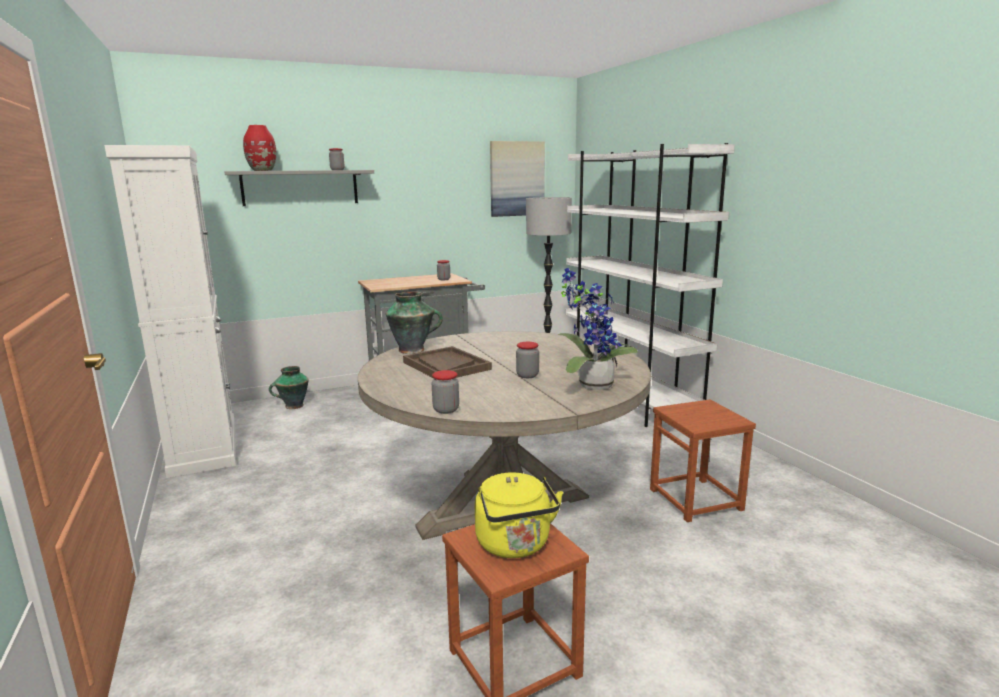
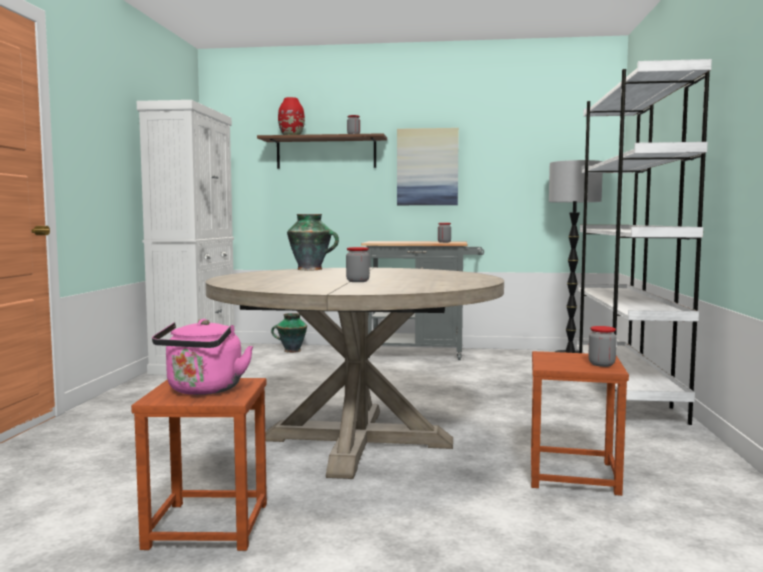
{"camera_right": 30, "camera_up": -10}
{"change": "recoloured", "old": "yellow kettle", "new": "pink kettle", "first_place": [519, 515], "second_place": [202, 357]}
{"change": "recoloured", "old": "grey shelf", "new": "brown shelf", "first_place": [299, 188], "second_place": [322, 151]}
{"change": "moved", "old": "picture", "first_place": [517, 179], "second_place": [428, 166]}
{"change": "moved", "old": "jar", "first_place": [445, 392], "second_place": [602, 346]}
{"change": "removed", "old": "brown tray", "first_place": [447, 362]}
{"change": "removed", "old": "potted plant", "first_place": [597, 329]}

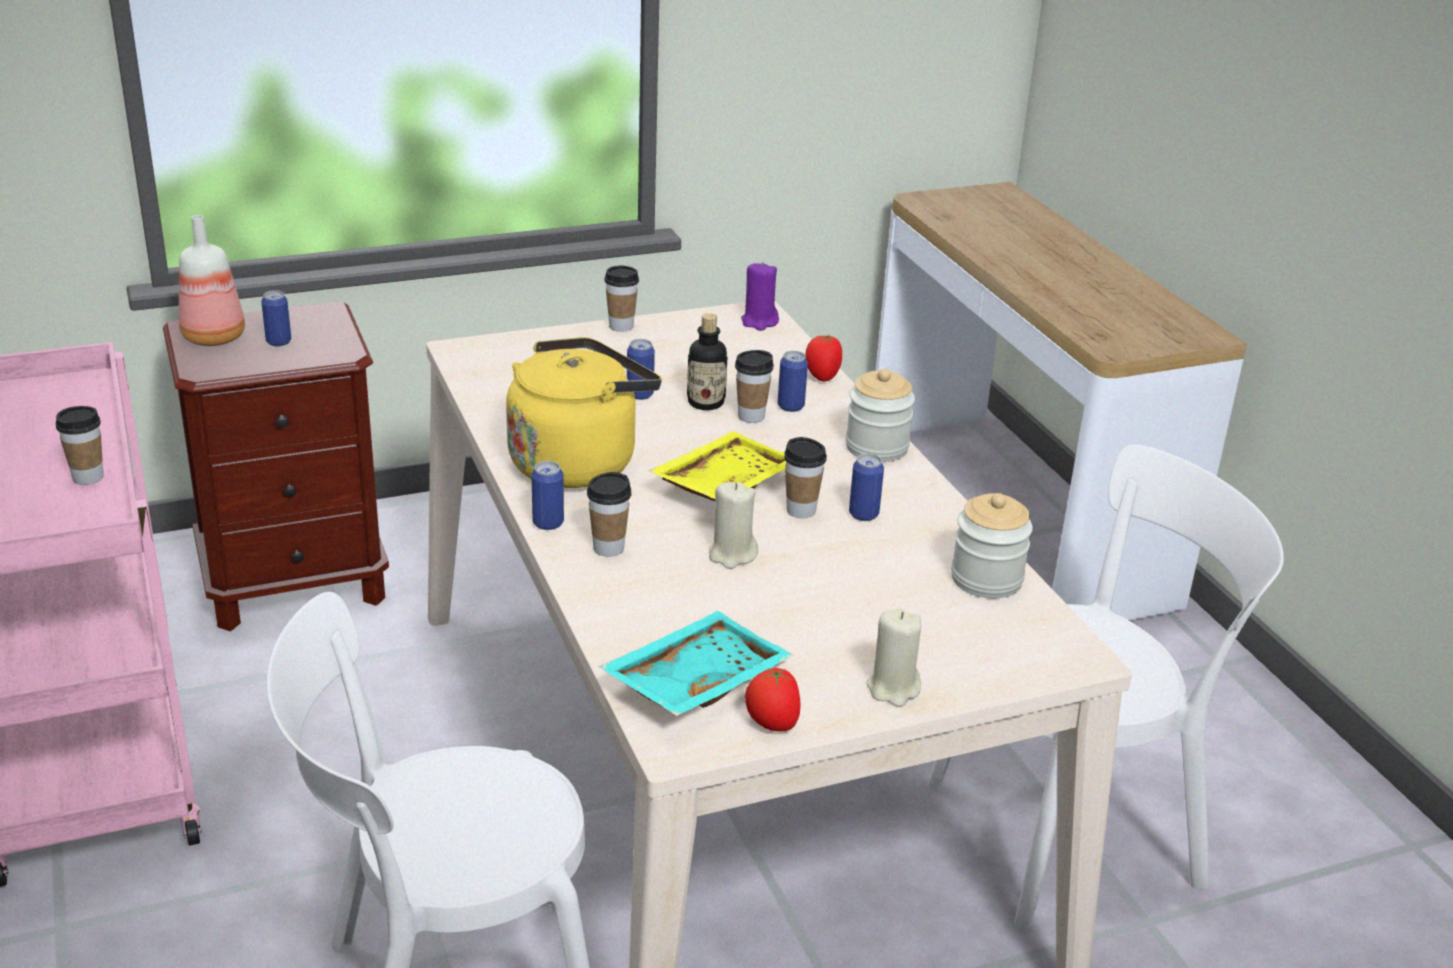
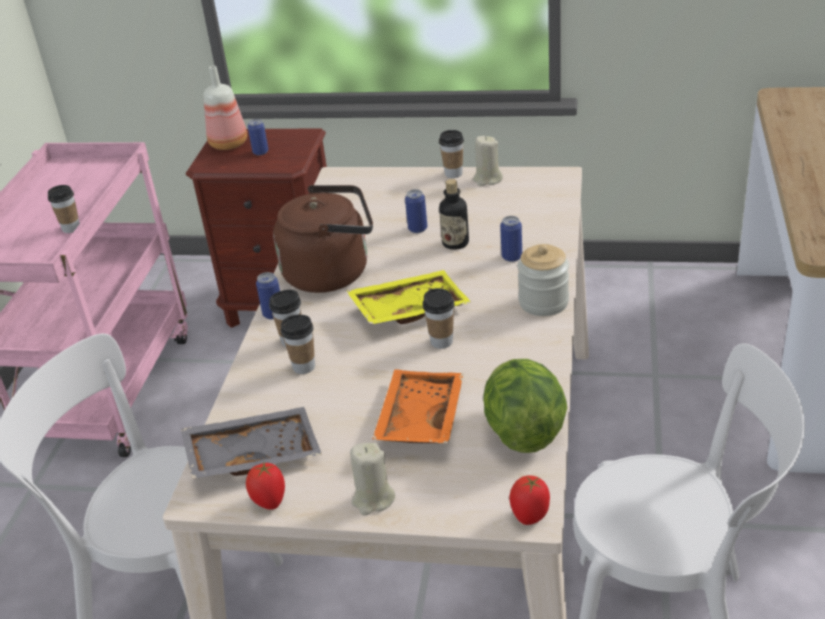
{"camera_right": 35, "camera_up": 5}
{"change": "recoloured", "old": "turquoise tray", "new": "grey tray", "first_place": [696, 663], "second_place": [251, 443]}
{"change": "recoloured", "old": "yellow kettle", "new": "brown kettle", "first_place": [583, 412], "second_place": [323, 239]}
{"change": "moved", "old": "cup", "first_place": [754, 386], "second_place": [298, 344]}
{"change": "added", "new": "orange tray", "second_place": [418, 406]}
{"change": "moved", "old": "beige candle", "first_place": [733, 525], "second_place": [488, 161]}
{"change": "replaced", "old": "jar", "new": "lettuce", "first_place": [992, 545], "second_place": [525, 406]}
{"change": "moved", "old": "tomato", "first_place": [823, 358], "second_place": [529, 500]}
{"change": "removed", "old": "purple candle", "first_place": [760, 296]}
{"change": "removed", "old": "can", "first_place": [866, 487]}

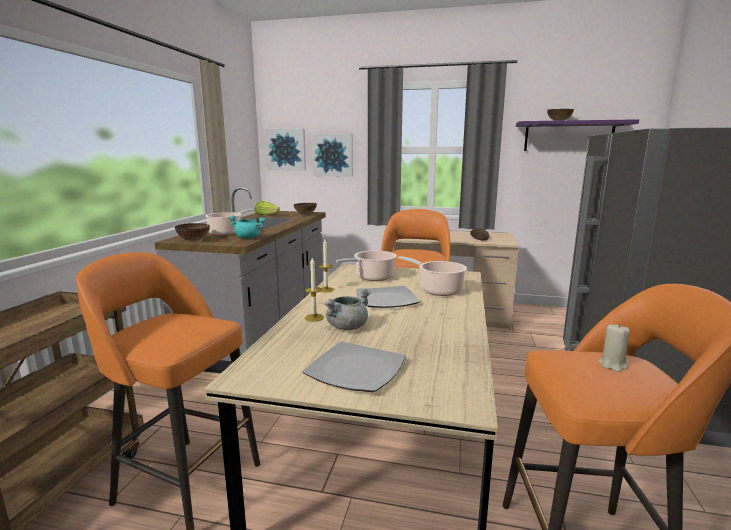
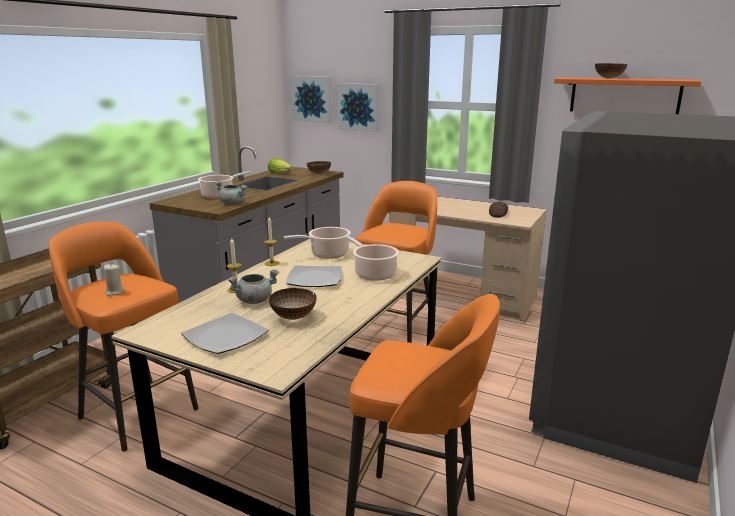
{"camera_right": 15, "camera_up": 5}
{"change": "moved", "old": "beige candle", "first_place": [614, 347], "second_place": [114, 280]}
{"change": "recoloured", "old": "turquoise cooking pot", "new": "grey cooking pot", "first_place": [247, 227], "second_place": [231, 192]}
{"change": "moved", "old": "bowl", "first_place": [192, 232], "second_place": [292, 304]}
{"change": "recoloured", "old": "purple shelf", "new": "orange shelf", "first_place": [577, 135], "second_place": [627, 96]}

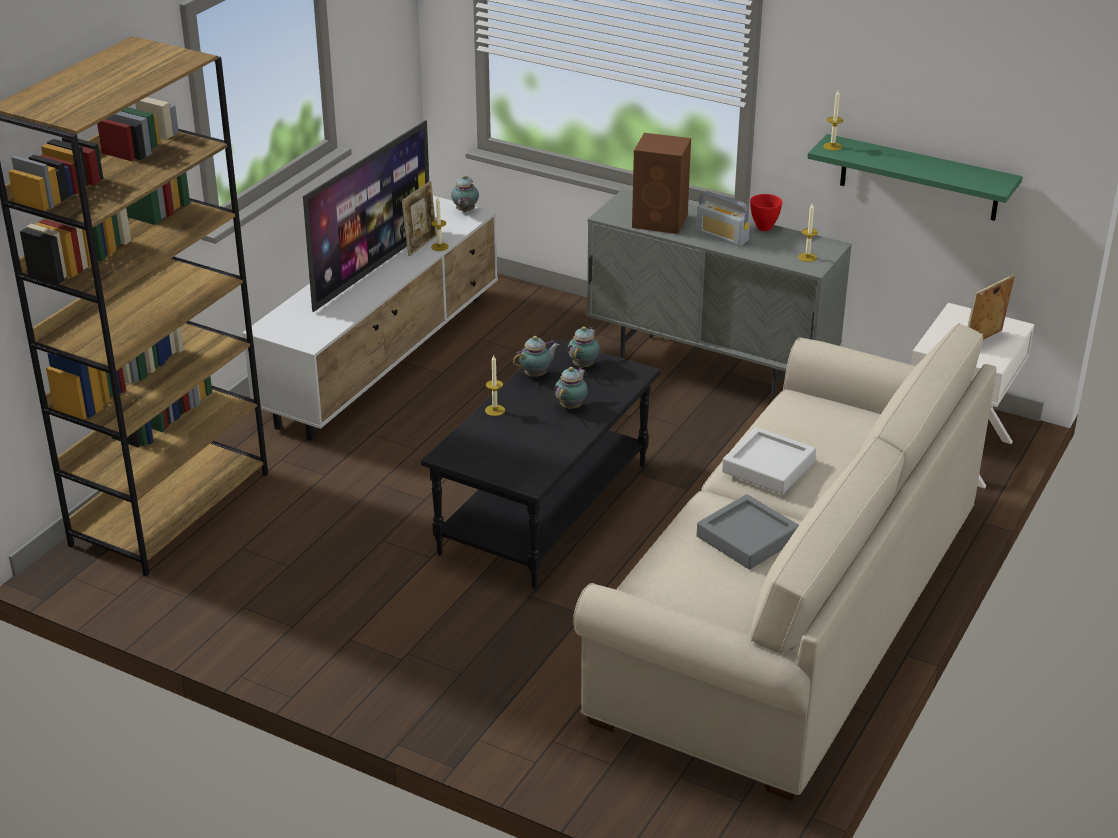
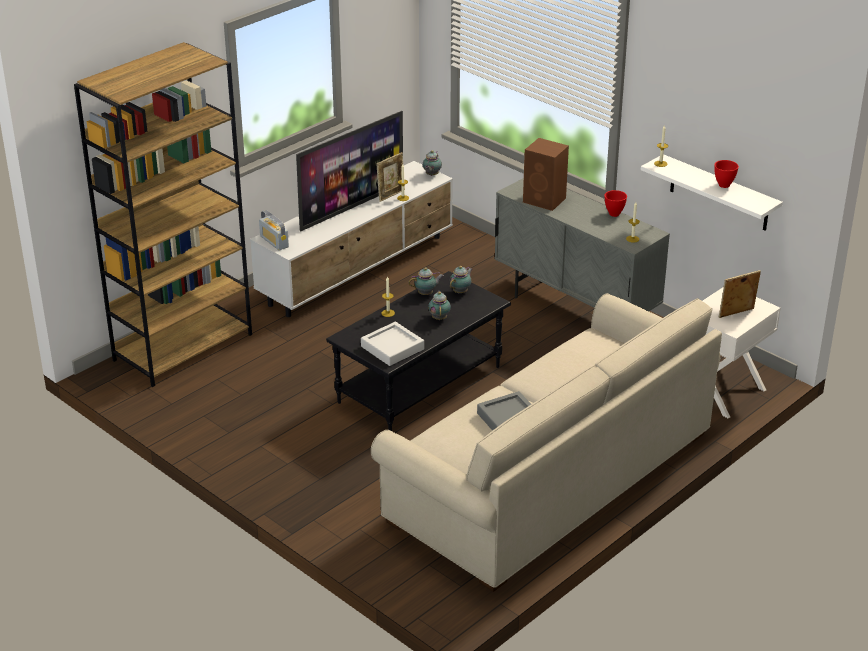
{"camera_right": 15, "camera_up": 0}
{"change": "moved", "old": "radio", "first_place": [723, 218], "second_place": [274, 230]}
{"change": "moved", "old": "grey tray", "first_place": [769, 460], "second_place": [392, 344]}
{"change": "turned", "old": "teapot", "first_place": [571, 388], "second_place": [439, 305], "degrees": -45}
{"change": "recoloured", "old": "green shelf", "new": "white shelf", "first_place": [914, 177], "second_place": [712, 192]}
{"change": "added", "new": "red bowl", "second_place": [726, 174]}

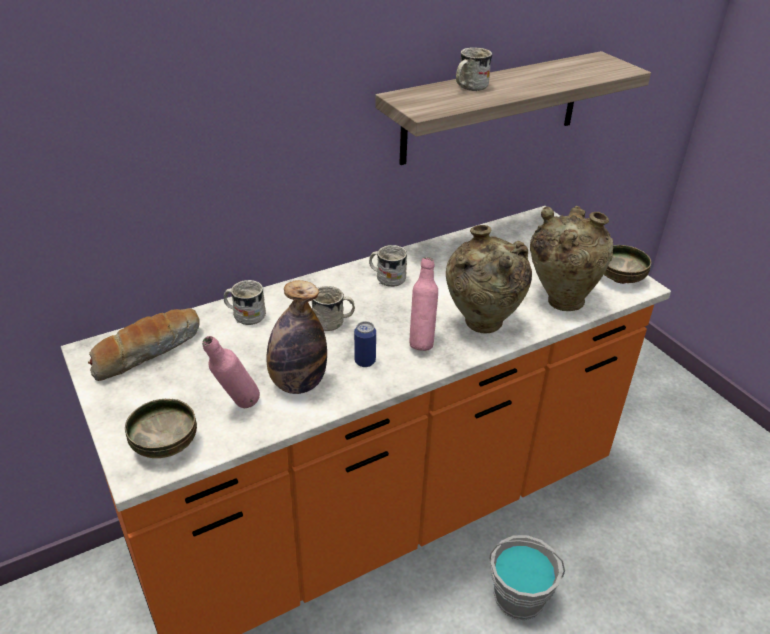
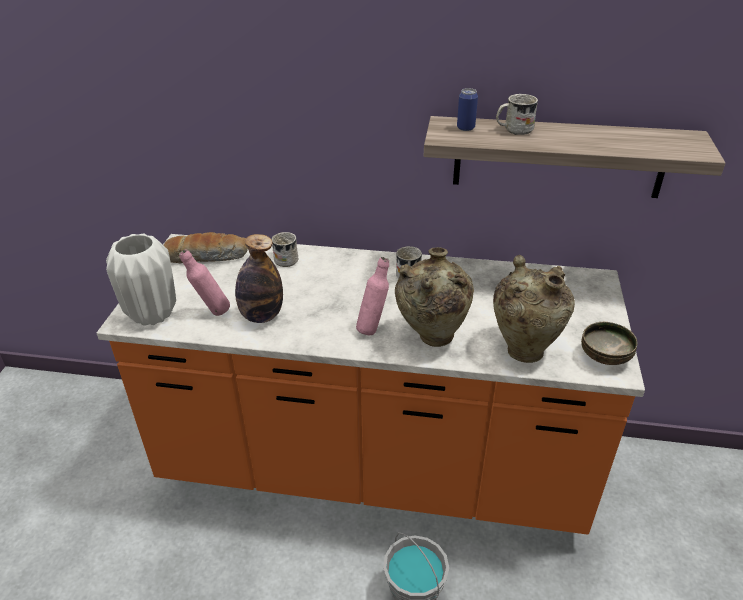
{"camera_right": 40, "camera_up": 0}
{"change": "replaced", "old": "bowl", "new": "white vase", "first_place": [161, 428], "second_place": [141, 280]}
{"change": "moved", "old": "can", "first_place": [365, 344], "second_place": [467, 109]}
{"change": "removed", "old": "white mug", "first_place": [333, 308]}

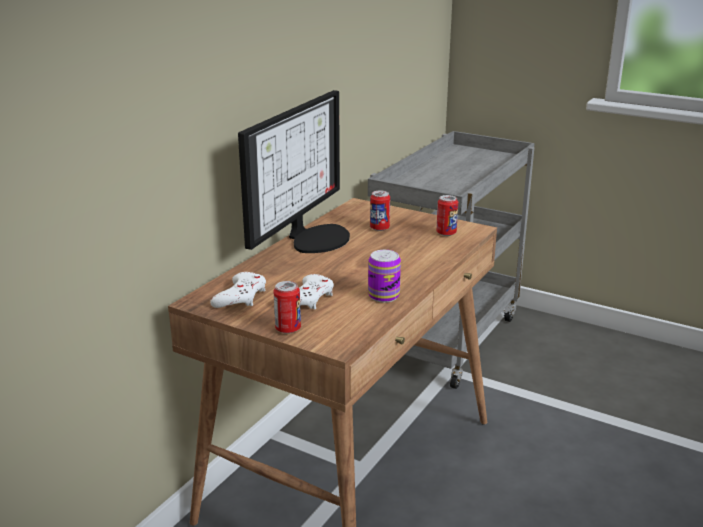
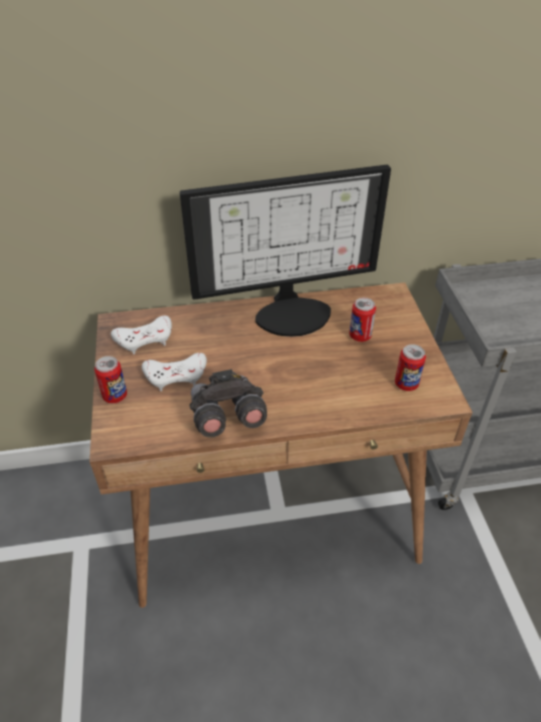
{"camera_right": 50, "camera_up": 20}
{"change": "replaced", "old": "can", "new": "grey binoculars", "first_place": [384, 276], "second_place": [228, 403]}

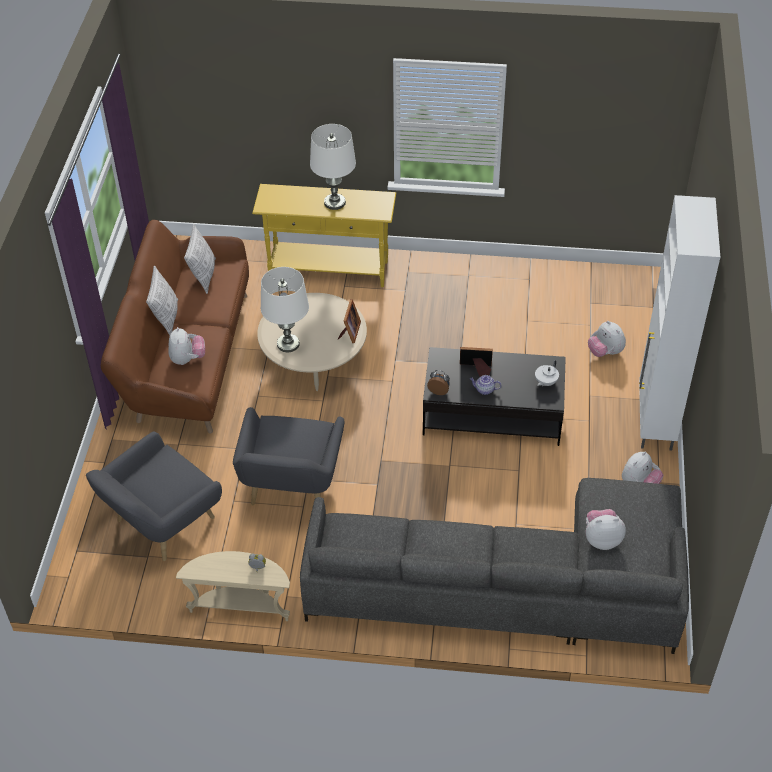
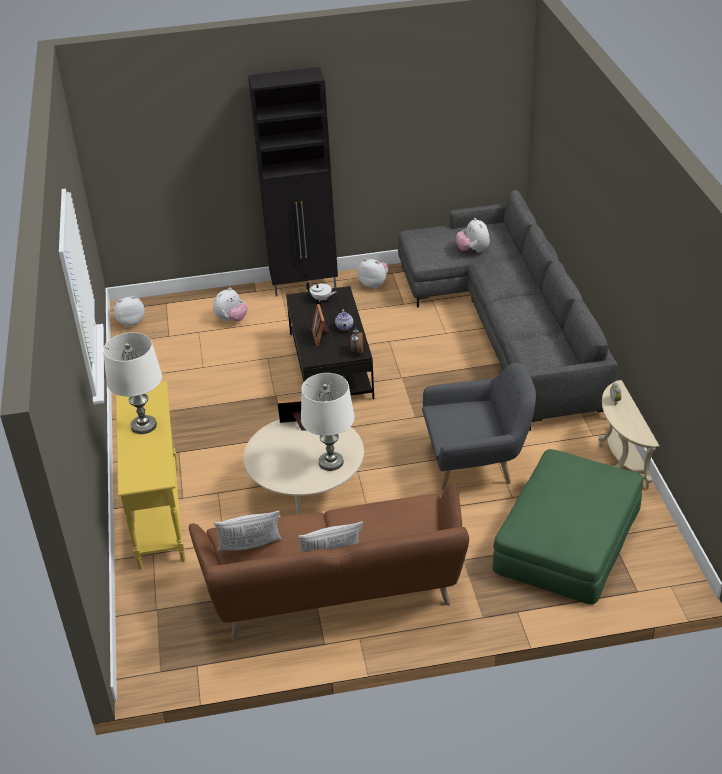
{"camera_right": -105, "camera_up": -10}
{"change": "moved", "old": "plush toy", "first_place": [186, 346], "second_place": [129, 311]}
{"change": "recoloured", "old": "white cabinet", "new": "black cabinet", "first_place": [679, 323], "second_place": [293, 181]}
{"change": "replaced", "old": "grey armchair", "new": "green ottoman", "first_place": [154, 496], "second_place": [568, 526]}

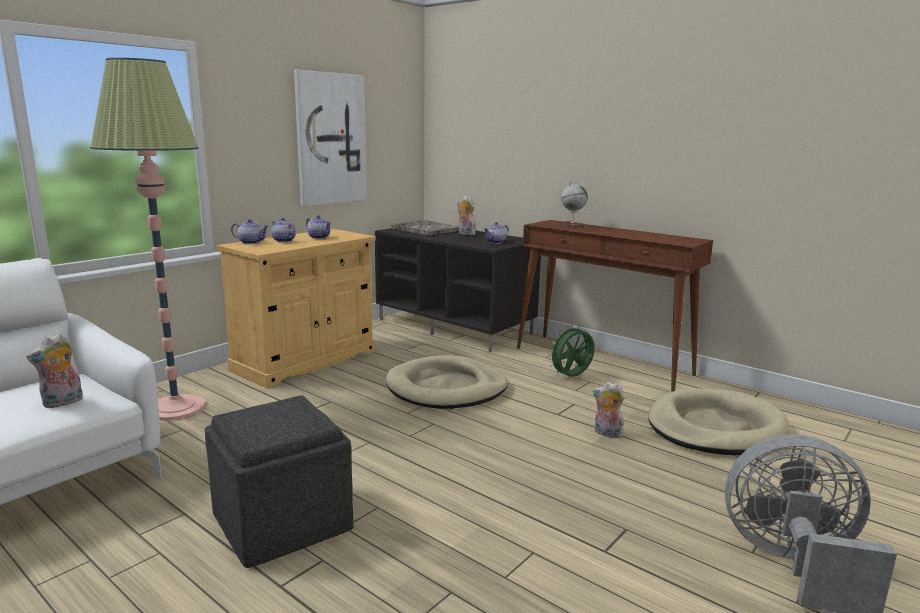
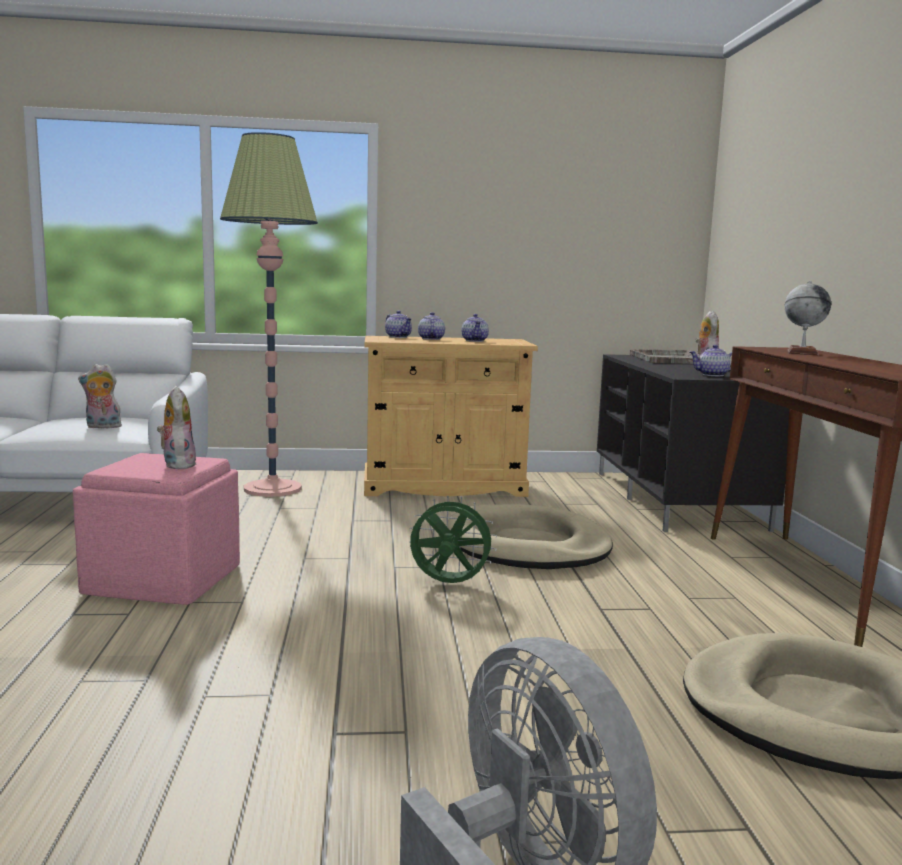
{"camera_right": 45, "camera_up": -5}
{"change": "recoloured", "old": "grey ottoman", "new": "pink ottoman", "first_place": [279, 481], "second_place": [156, 529]}
{"change": "moved", "old": "plush toy", "first_place": [609, 410], "second_place": [176, 427]}
{"change": "moved", "old": "green fan", "first_place": [571, 350], "second_place": [453, 539]}
{"change": "removed", "old": "picture", "first_place": [330, 138]}

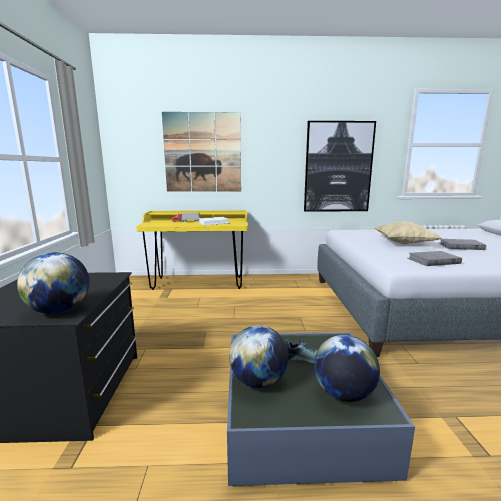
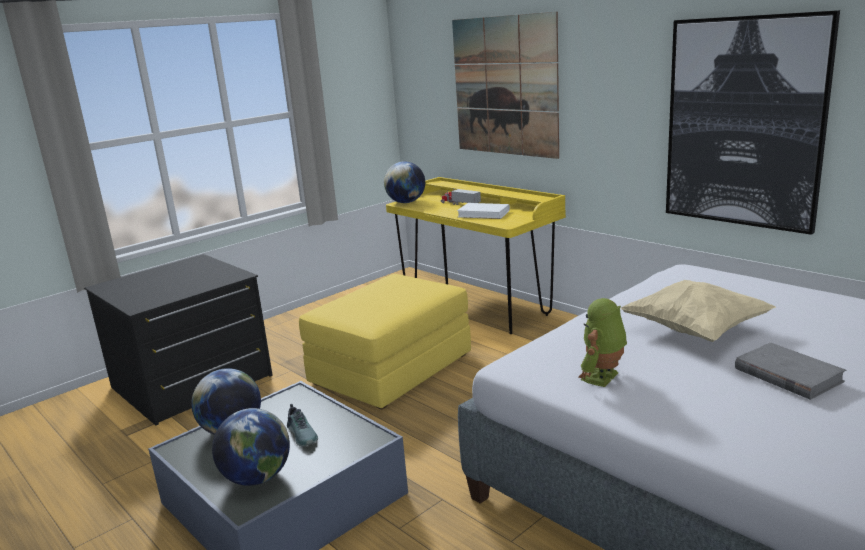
{"camera_right": 50, "camera_up": 5}
{"change": "added", "new": "yellow ottoman", "second_place": [385, 342]}
{"change": "moved", "old": "globe", "first_place": [53, 283], "second_place": [404, 182]}
{"change": "replaced", "old": "grey book", "new": "toy robot", "first_place": [434, 258], "second_place": [602, 342]}

